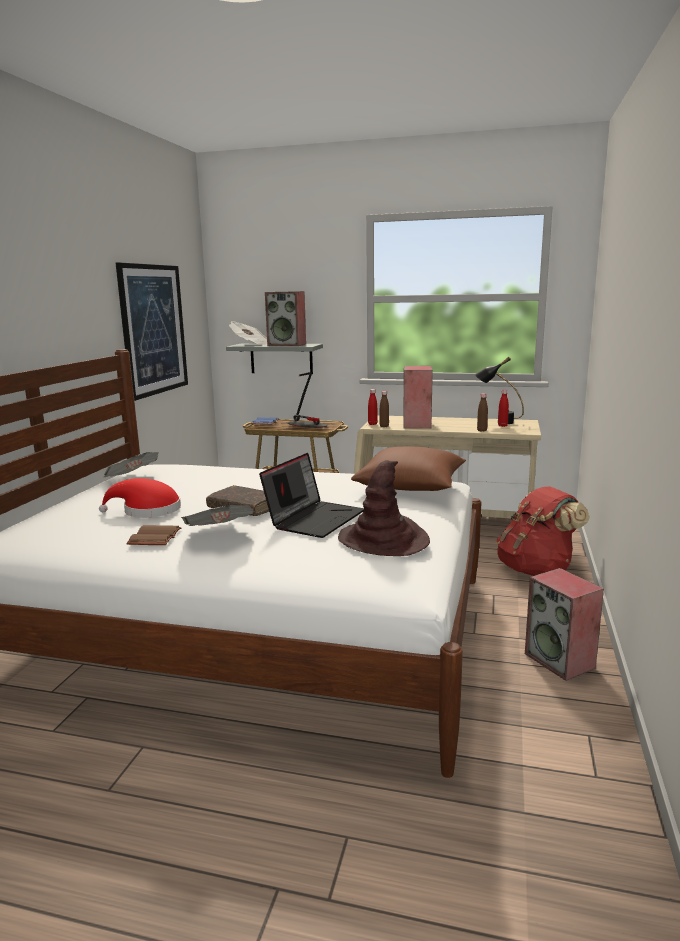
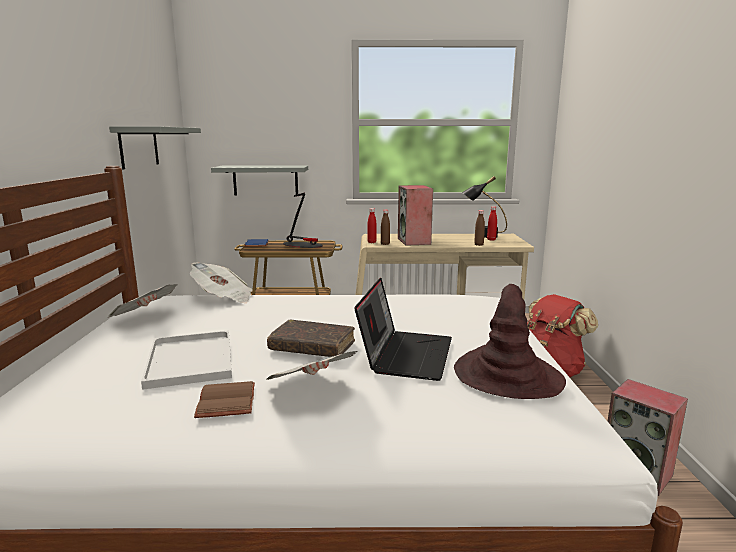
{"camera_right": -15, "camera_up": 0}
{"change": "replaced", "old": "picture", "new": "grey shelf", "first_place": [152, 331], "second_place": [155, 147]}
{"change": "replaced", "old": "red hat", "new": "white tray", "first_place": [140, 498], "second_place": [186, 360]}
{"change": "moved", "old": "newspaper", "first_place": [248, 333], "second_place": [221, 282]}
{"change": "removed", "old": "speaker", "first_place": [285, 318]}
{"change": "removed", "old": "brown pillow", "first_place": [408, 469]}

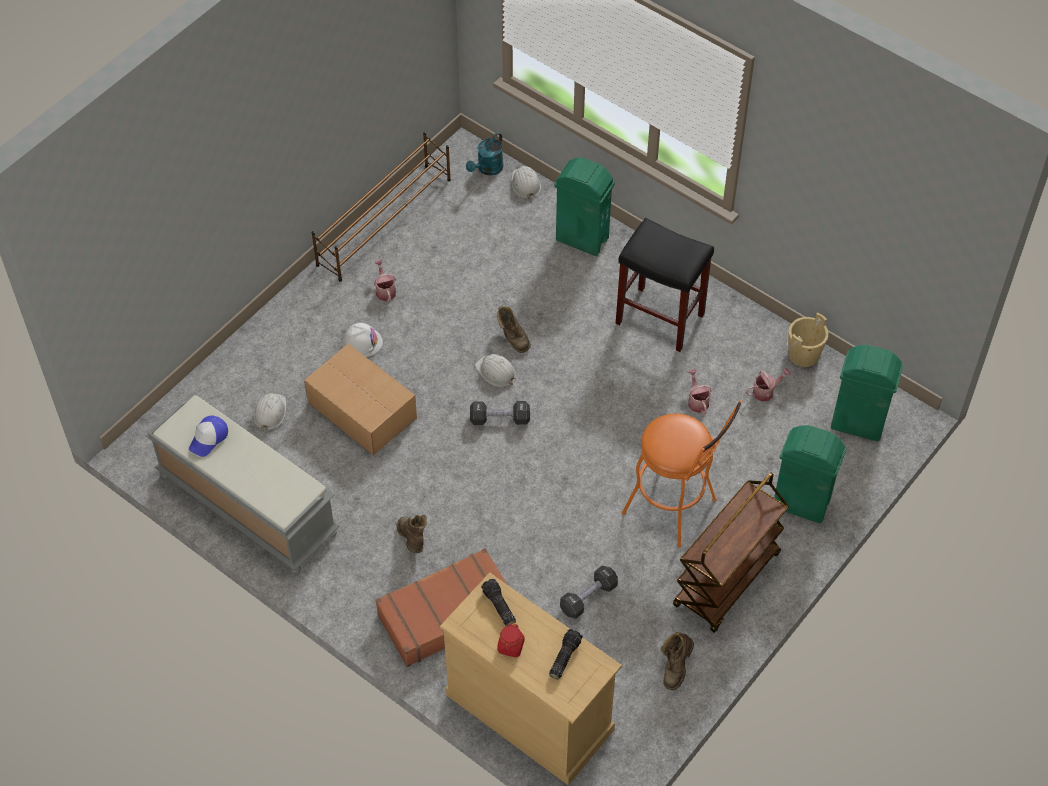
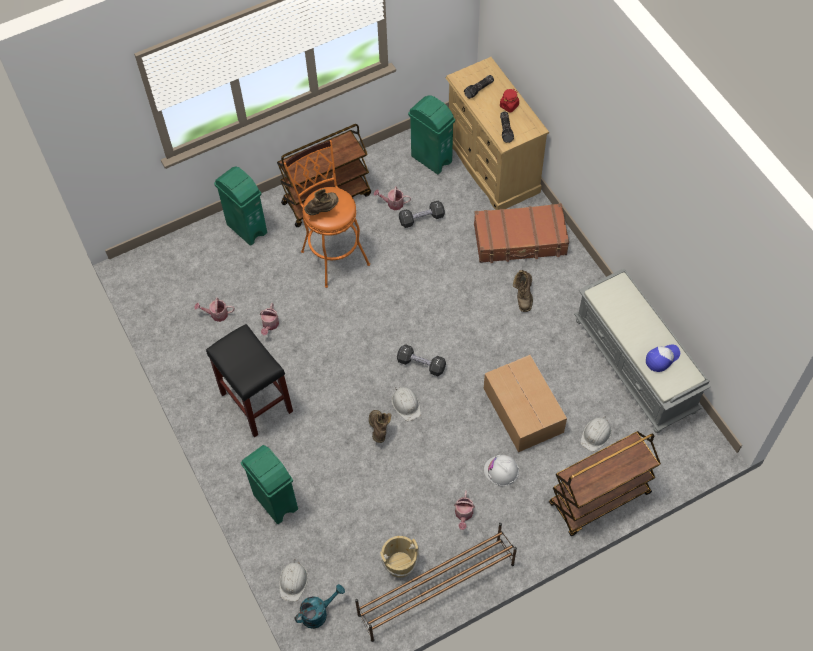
{"camera_right": -155, "camera_up": 5}
{"change": "moved", "old": "brown boot", "first_place": [677, 661], "second_place": [321, 202]}
{"change": "added", "new": "watering can", "second_place": [392, 198]}
{"change": "moved", "old": "beige bucket", "first_place": [807, 339], "second_place": [399, 557]}
{"change": "moved", "old": "green trash can", "first_place": [867, 393], "second_place": [431, 135]}
{"change": "added", "new": "brown cart", "second_place": [605, 483]}

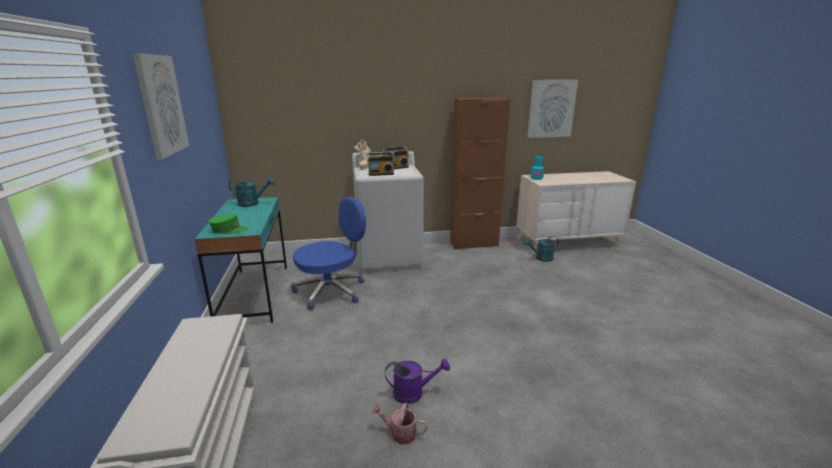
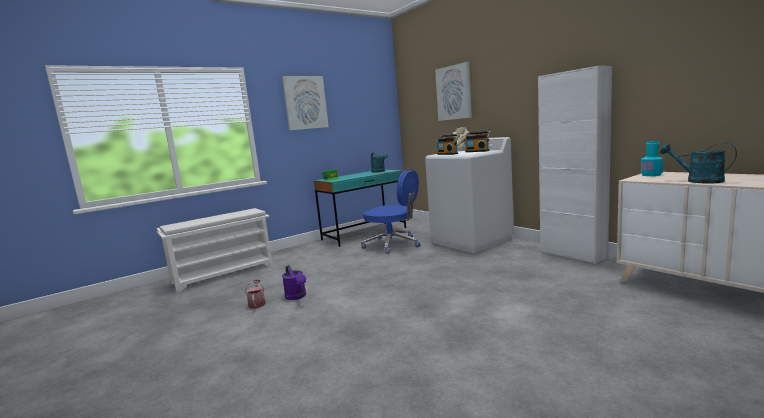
{"camera_right": 65, "camera_up": -10}
{"change": "moved", "old": "picture", "first_place": [552, 109], "second_place": [453, 91]}
{"change": "recoloured", "old": "brown cabinet", "new": "white cabinet", "first_place": [480, 174], "second_place": [575, 165]}
{"change": "moved", "old": "turquoise watering can", "first_place": [541, 249], "second_place": [698, 163]}

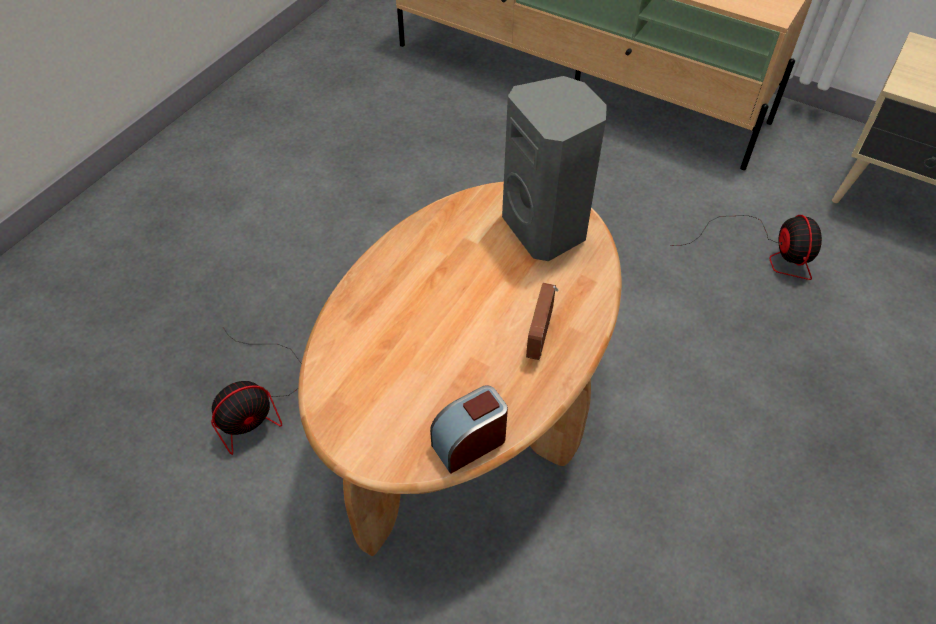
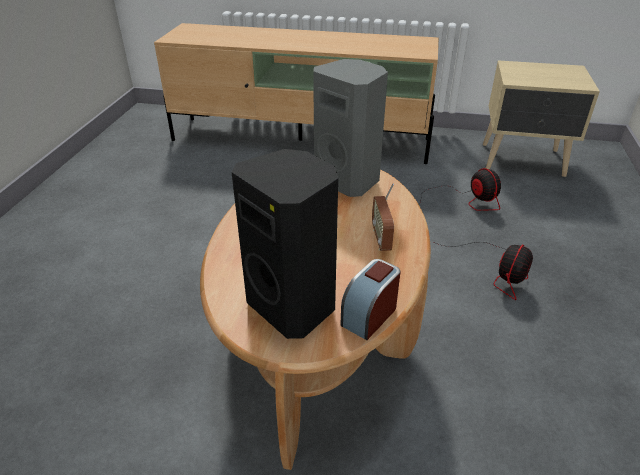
{"camera_right": -20, "camera_up": -15}
{"change": "added", "new": "black speaker", "second_place": [285, 244]}
{"change": "moved", "old": "fan", "first_place": [256, 391], "second_place": [483, 271]}

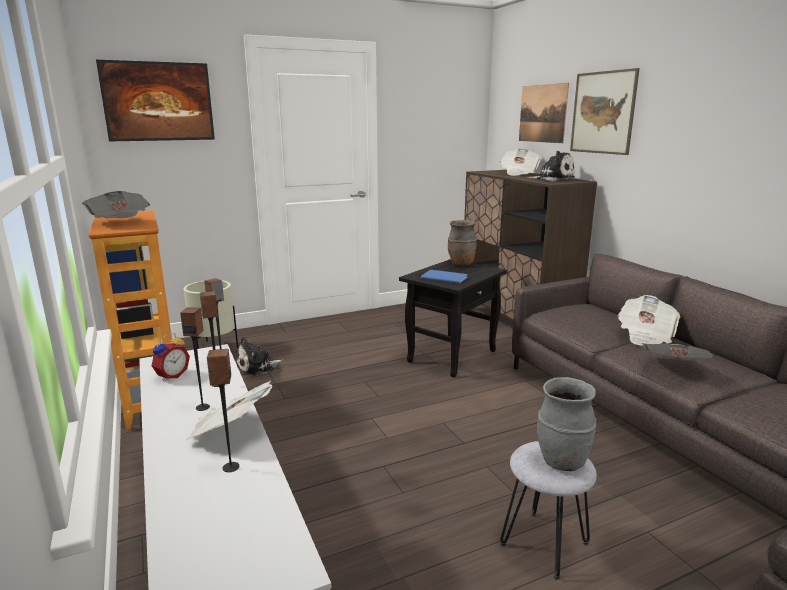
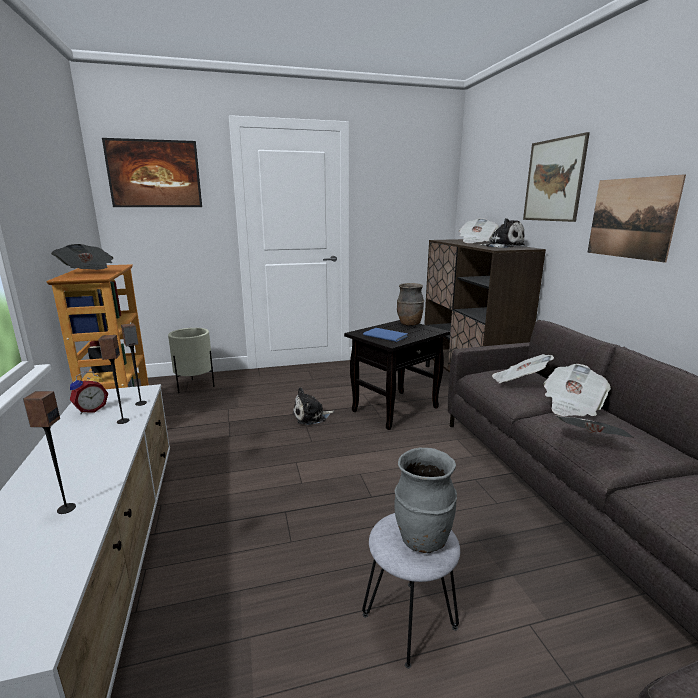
{"camera_right": 10, "camera_up": 0}
{"change": "moved", "old": "plush toy", "first_place": [260, 356], "second_place": [313, 406]}
{"change": "moved", "old": "newspaper", "first_place": [229, 410], "second_place": [523, 368]}
{"change": "moved", "old": "picture", "first_place": [544, 113], "second_place": [636, 218]}
{"change": "removed", "old": "speaker", "first_place": [195, 359]}

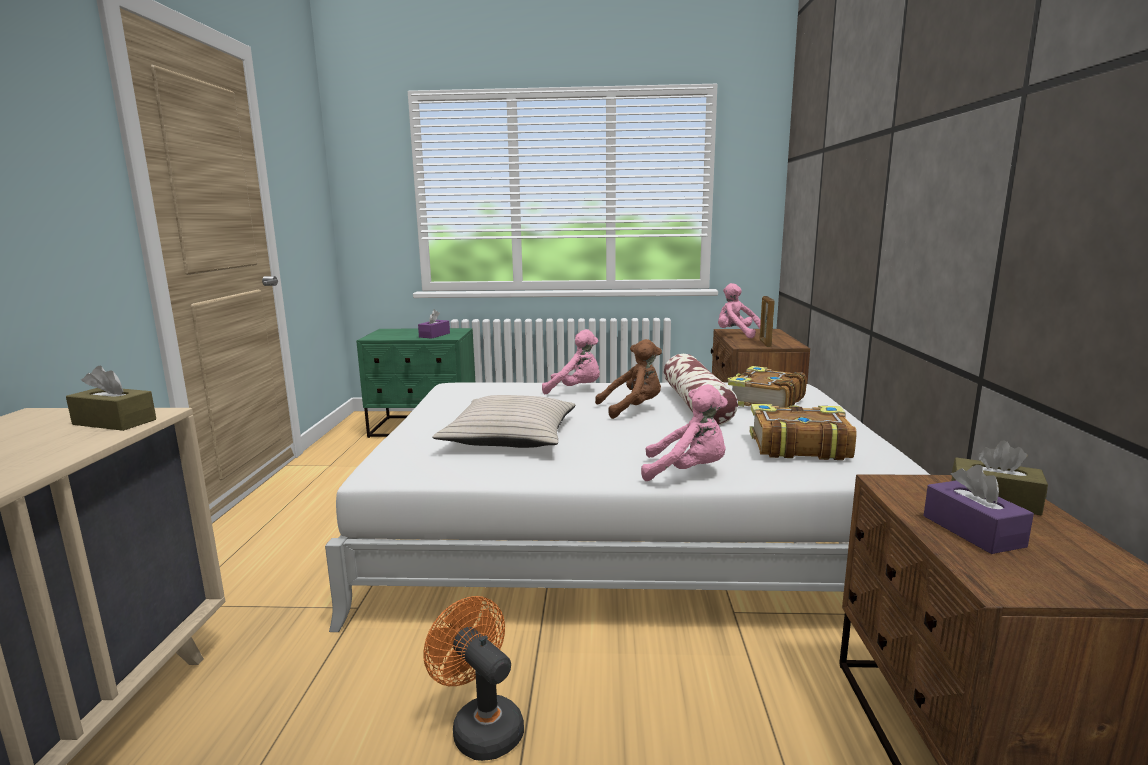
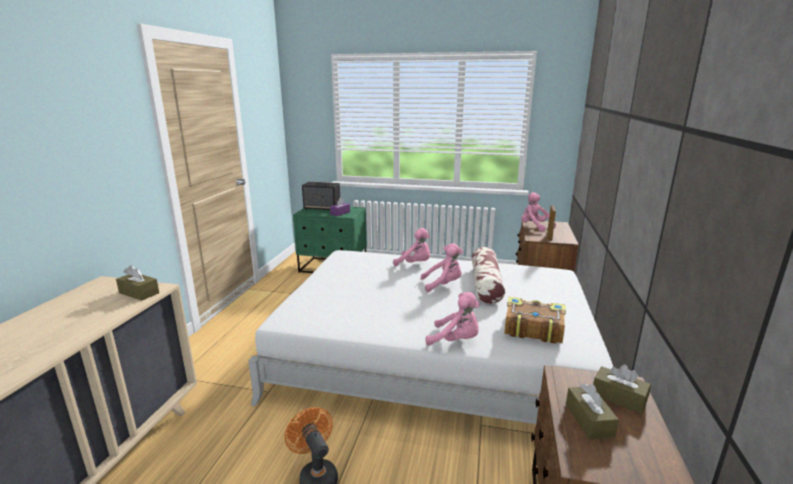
{"camera_right": 10, "camera_up": 5}
{"change": "added", "new": "speaker", "second_place": [321, 196]}
{"change": "recoloured", "old": "brown plush toy", "new": "pink plush toy", "first_place": [628, 379], "second_place": [442, 267]}
{"change": "recoloured", "old": "purple tissue box", "new": "brown tissue box", "first_place": [979, 509], "second_place": [592, 412]}
{"change": "removed", "old": "beige pillow", "first_place": [504, 421]}
{"change": "removed", "old": "book", "first_place": [767, 387]}

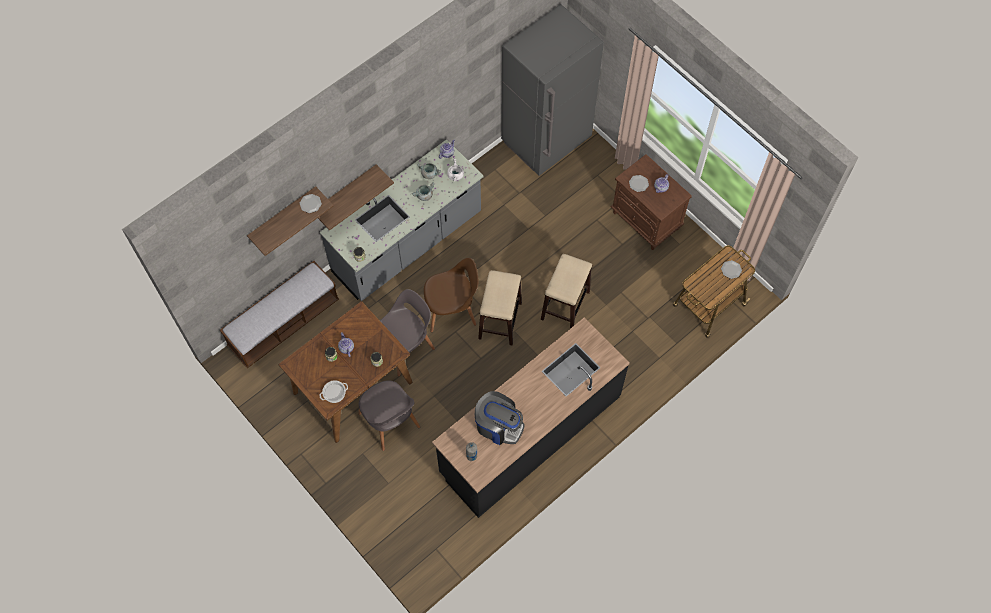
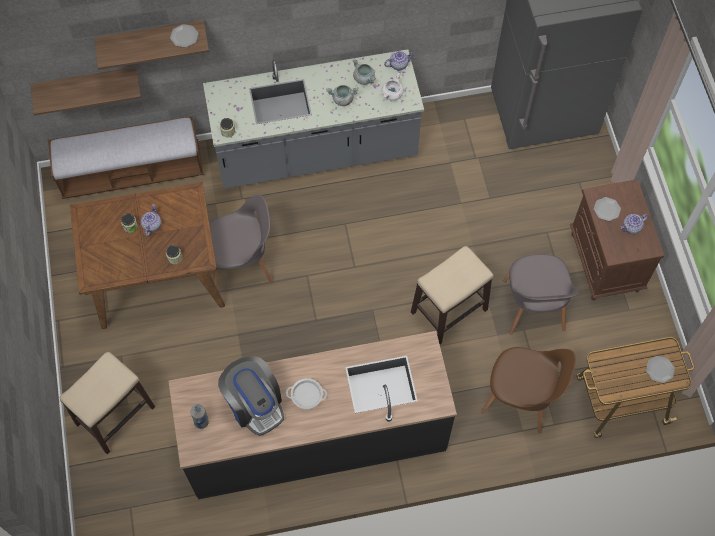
{"camera_right": 30, "camera_up": 0}
{"change": "moved", "old": "shelf", "first_place": [356, 197], "second_place": [86, 91]}
{"change": "moved", "old": "stool", "first_place": [500, 307], "second_place": [107, 403]}
{"change": "moved", "old": "cooking pot", "first_place": [333, 391], "second_place": [306, 394]}
{"change": "moved", "old": "brown chair", "first_place": [451, 295], "second_place": [528, 390]}
{"change": "moved", "old": "grey chair", "first_place": [389, 415], "second_place": [541, 294]}

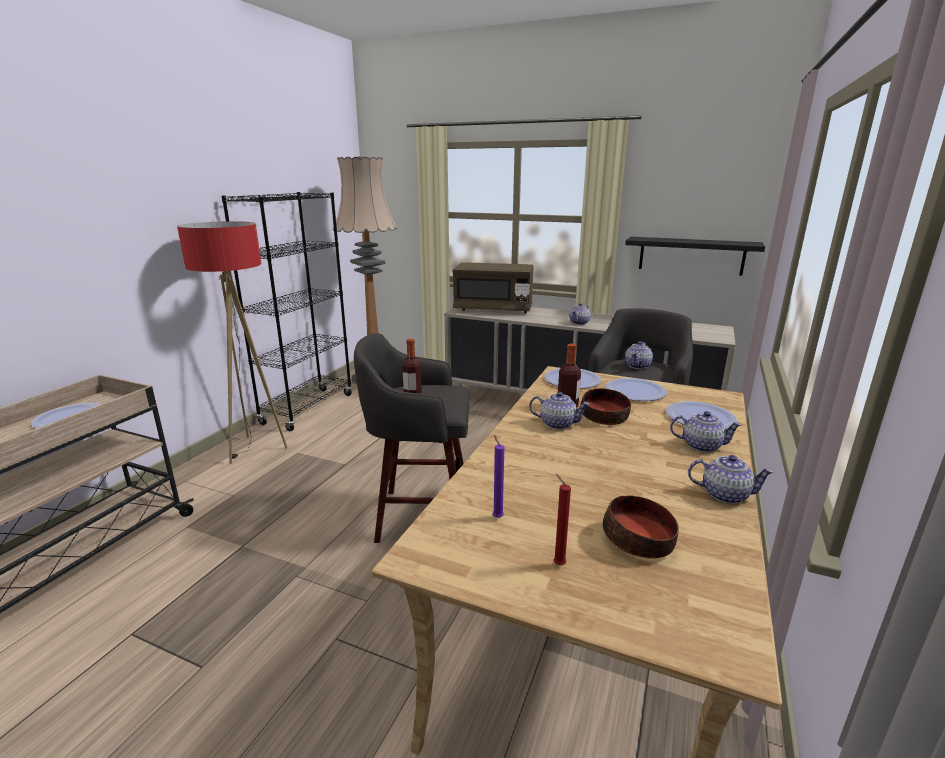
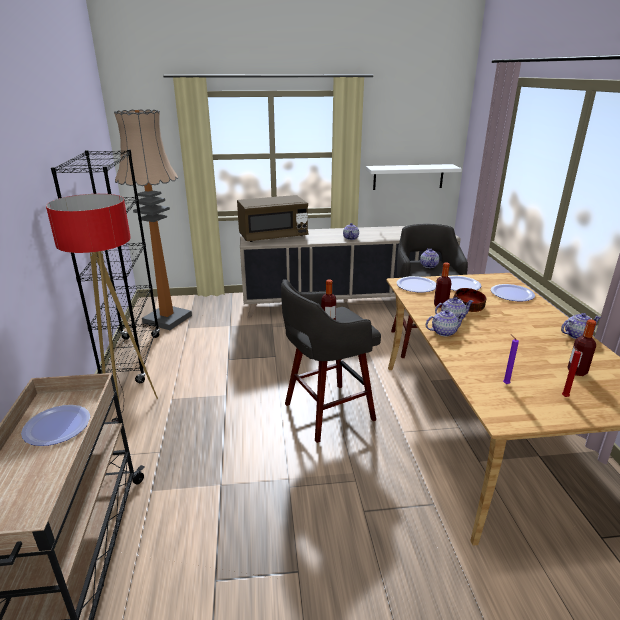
{"camera_right": -30, "camera_up": 5}
{"change": "recoloured", "old": "black shelf", "new": "white shelf", "first_place": [695, 256], "second_place": [414, 177]}
{"change": "moved", "old": "teapot", "first_place": [706, 431], "second_place": [446, 323]}
{"change": "replaced", "old": "bowl", "new": "bottle", "first_place": [641, 527], "second_place": [581, 347]}

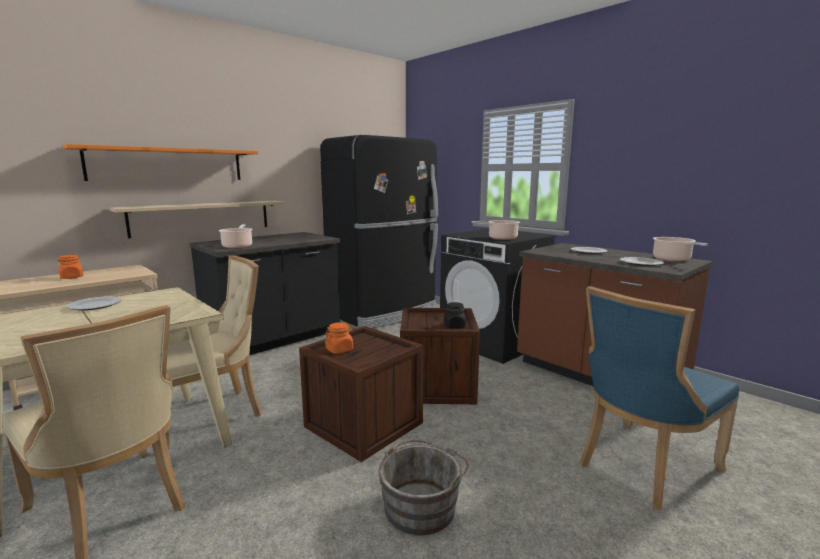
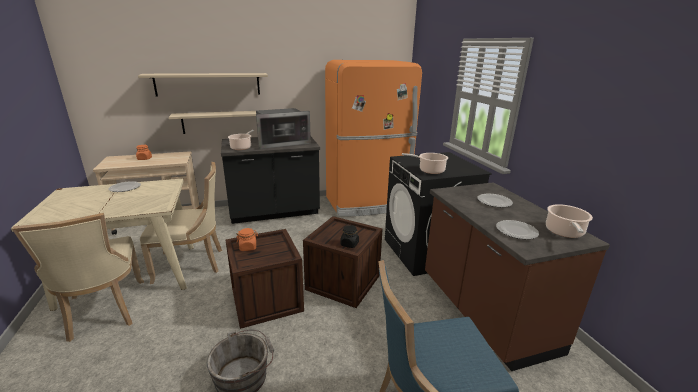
{"camera_right": 25, "camera_up": 10}
{"change": "recoloured", "old": "orange shelf", "new": "beige shelf", "first_place": [160, 162], "second_place": [203, 85]}
{"change": "added", "new": "microwave", "second_place": [283, 128]}
{"change": "recoloured", "old": "black fridge", "new": "orange fridge", "first_place": [379, 231], "second_place": [373, 138]}

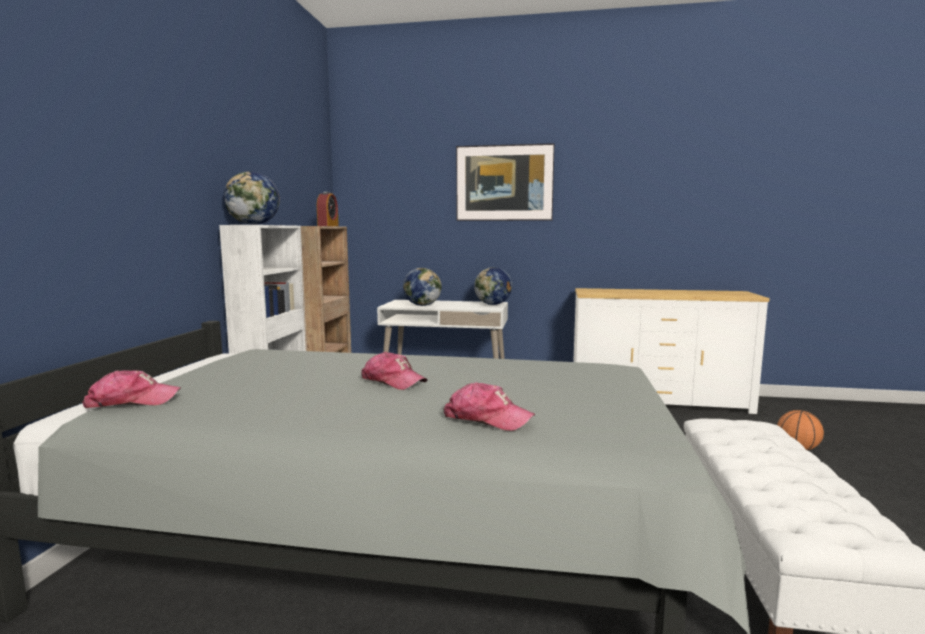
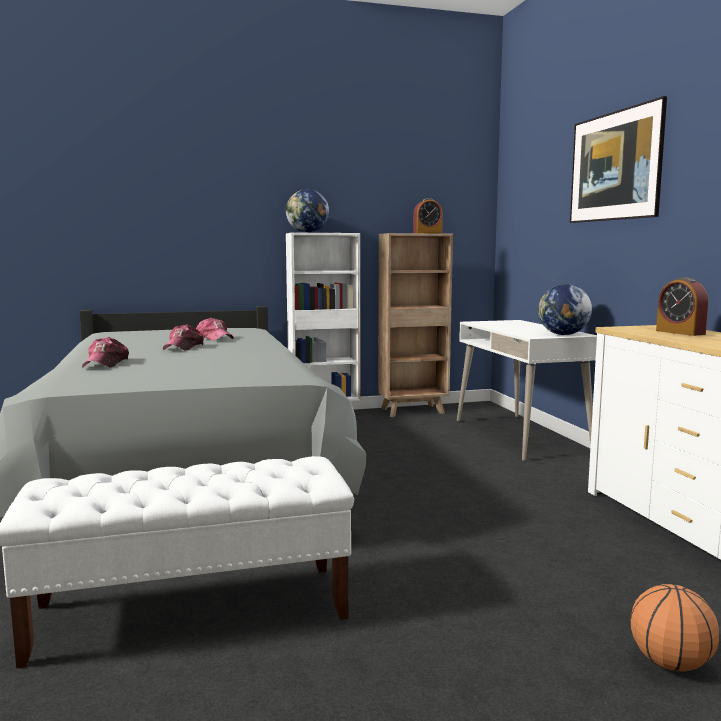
{"camera_right": 65, "camera_up": 0}
{"change": "moved", "old": "cap", "first_place": [131, 389], "second_place": [215, 329]}
{"change": "added", "new": "alarm clock", "second_place": [682, 306]}
{"change": "removed", "old": "globe", "first_place": [422, 287]}

